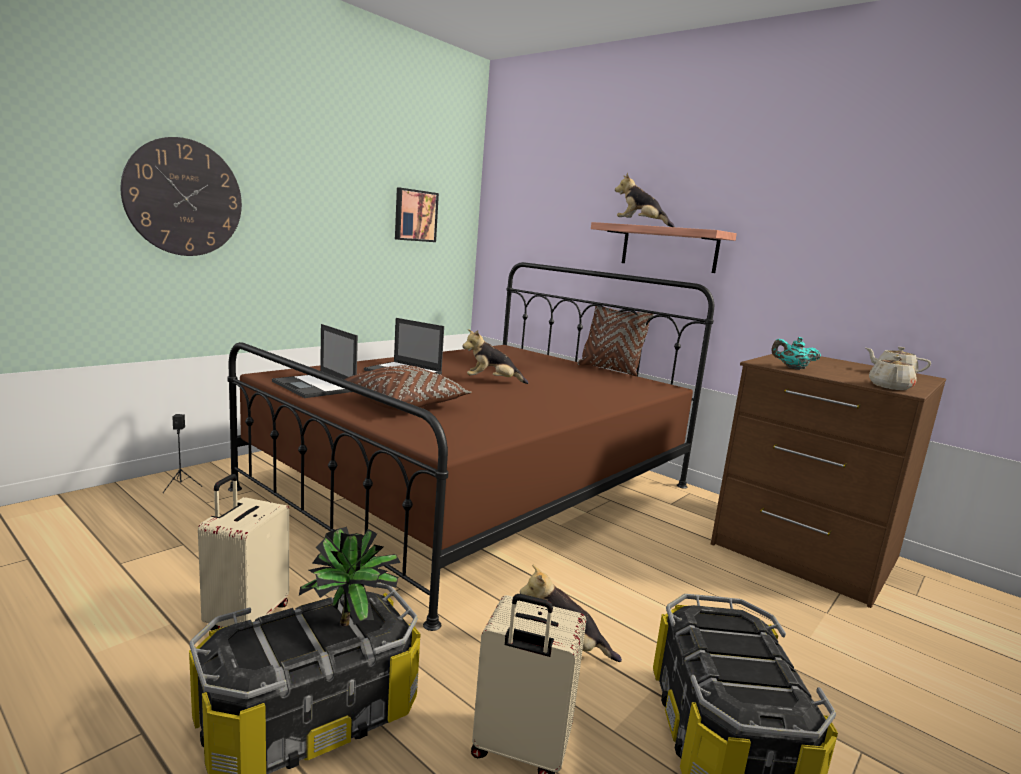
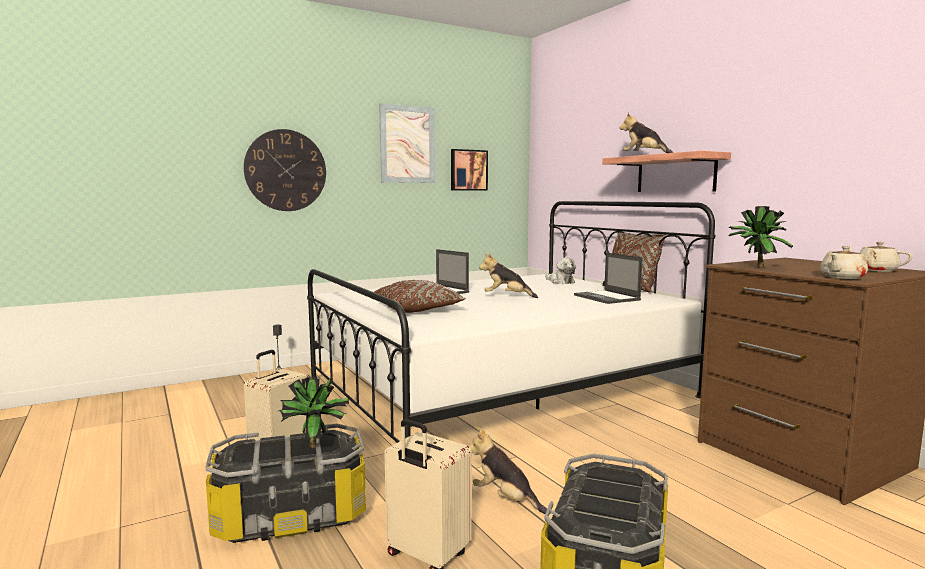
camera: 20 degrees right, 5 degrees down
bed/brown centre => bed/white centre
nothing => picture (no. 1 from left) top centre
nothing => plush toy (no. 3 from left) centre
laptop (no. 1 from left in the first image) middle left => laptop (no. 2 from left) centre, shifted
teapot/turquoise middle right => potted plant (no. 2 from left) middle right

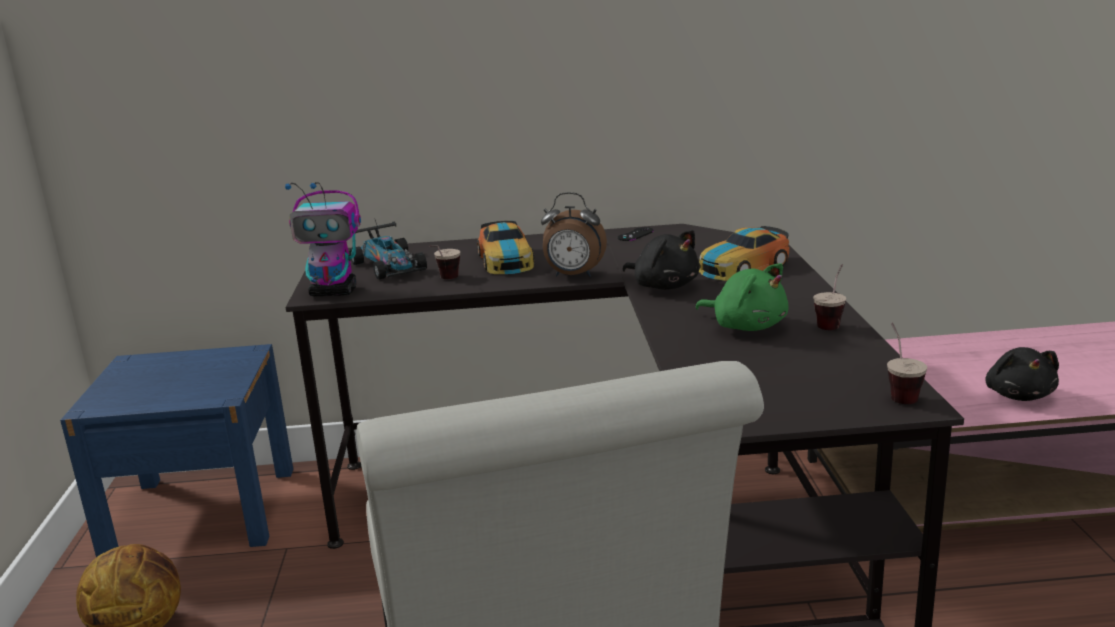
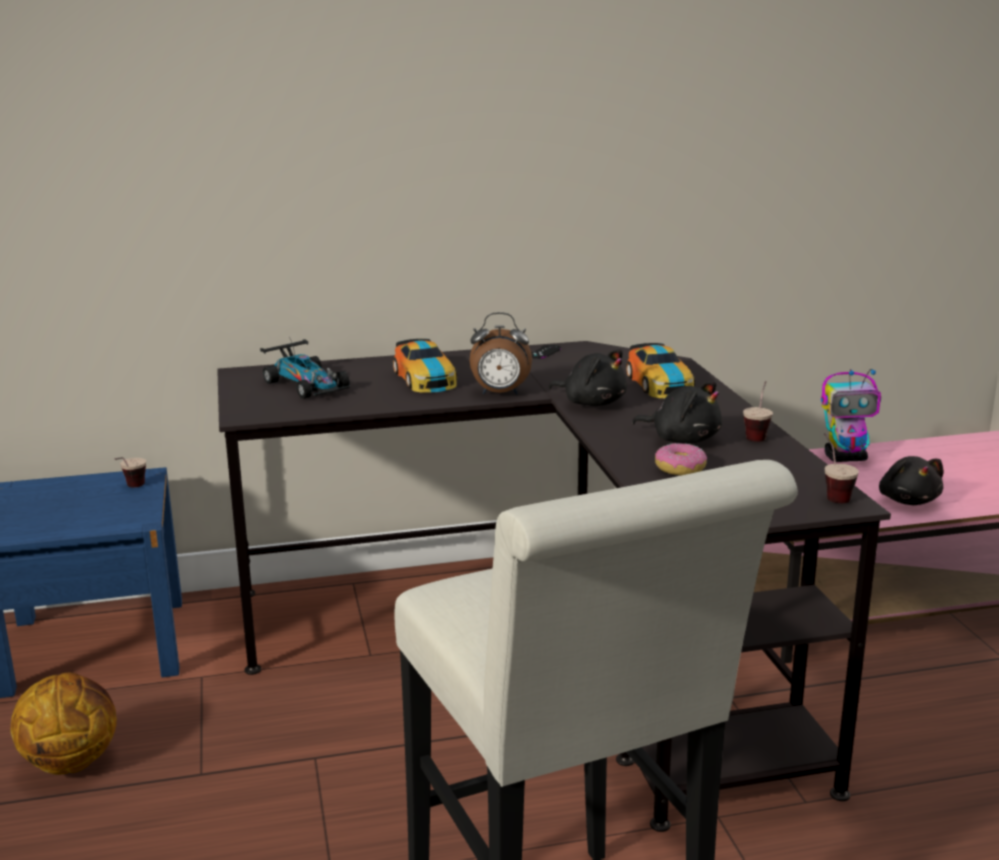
camera: 10 degrees left, 0 degrees up
cup (no. 1 from left) centre => cup (no. 1 from left) middle left, shifted
toy car (no. 3 from left) middle right => toy car (no. 3 from left) centre, 60 degrees counterclockwise
plush toy/green centre => plush toy/black (no. 2 from left) middle right
nothing => donut middle right
toy robot middle left => toy robot middle right, shifted

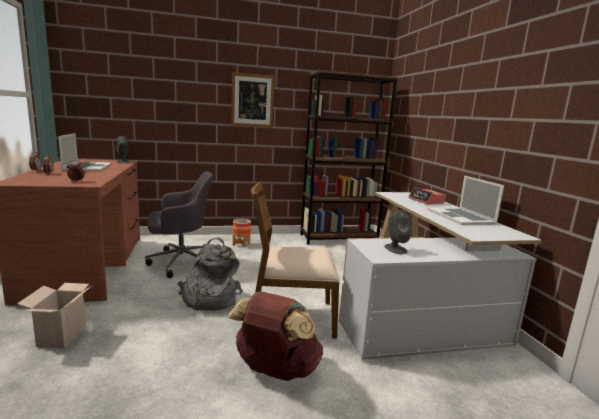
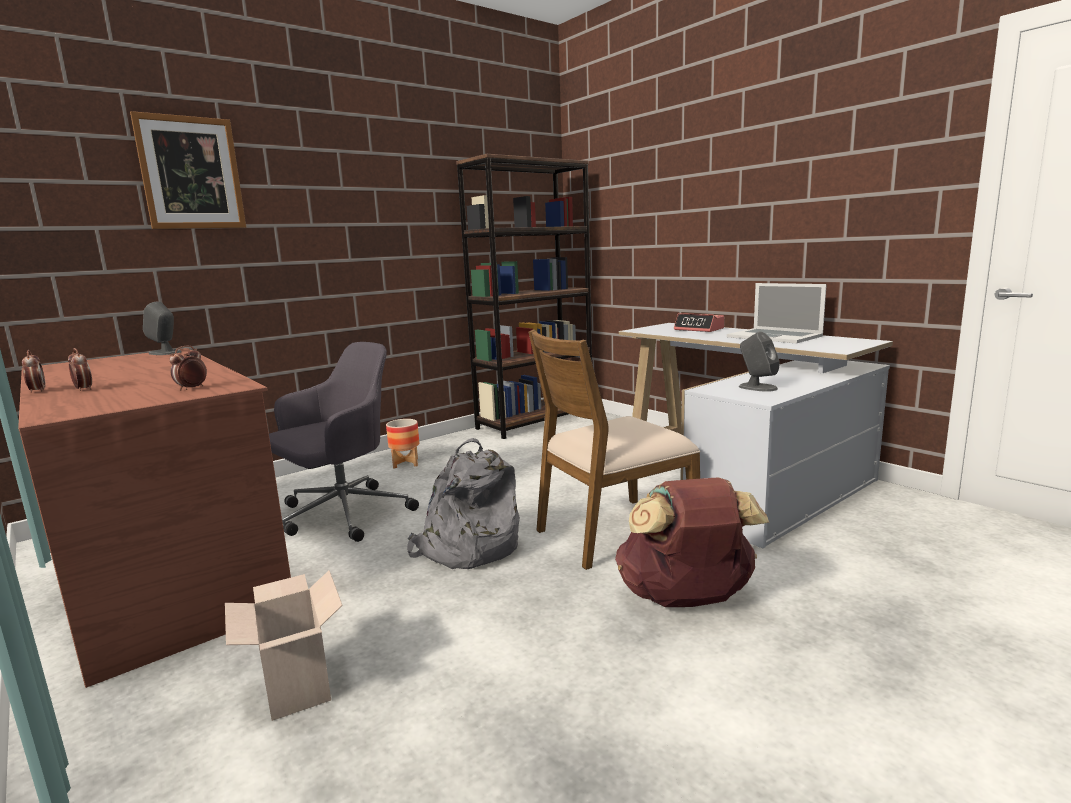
camera: 25 degrees left, 0 degrees up
picture top centre => picture top left, shifted
laptop (no. 1 from left) middle left => nothing

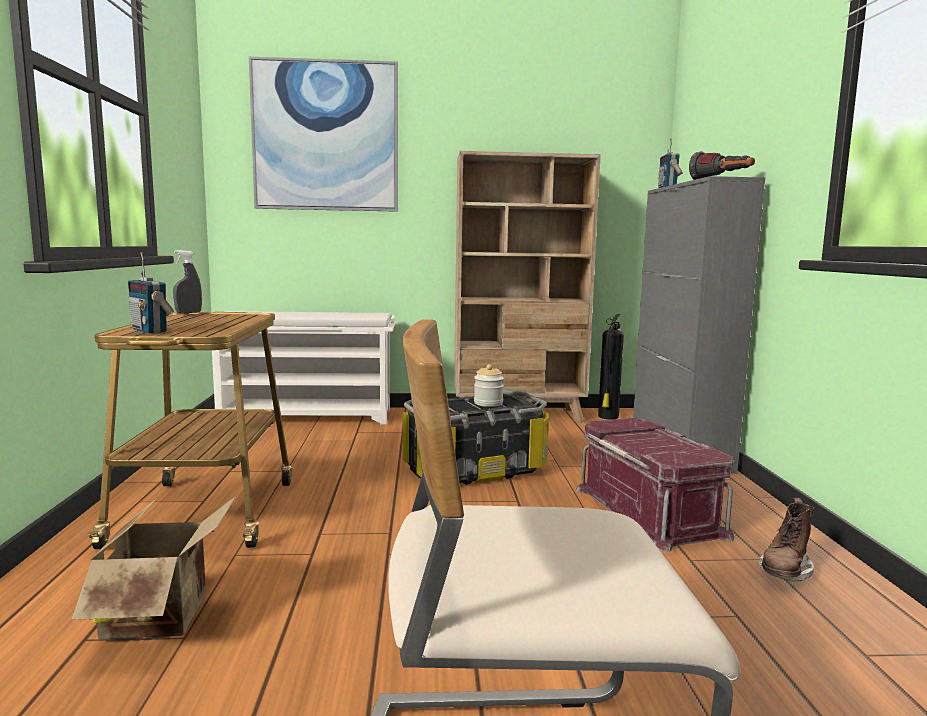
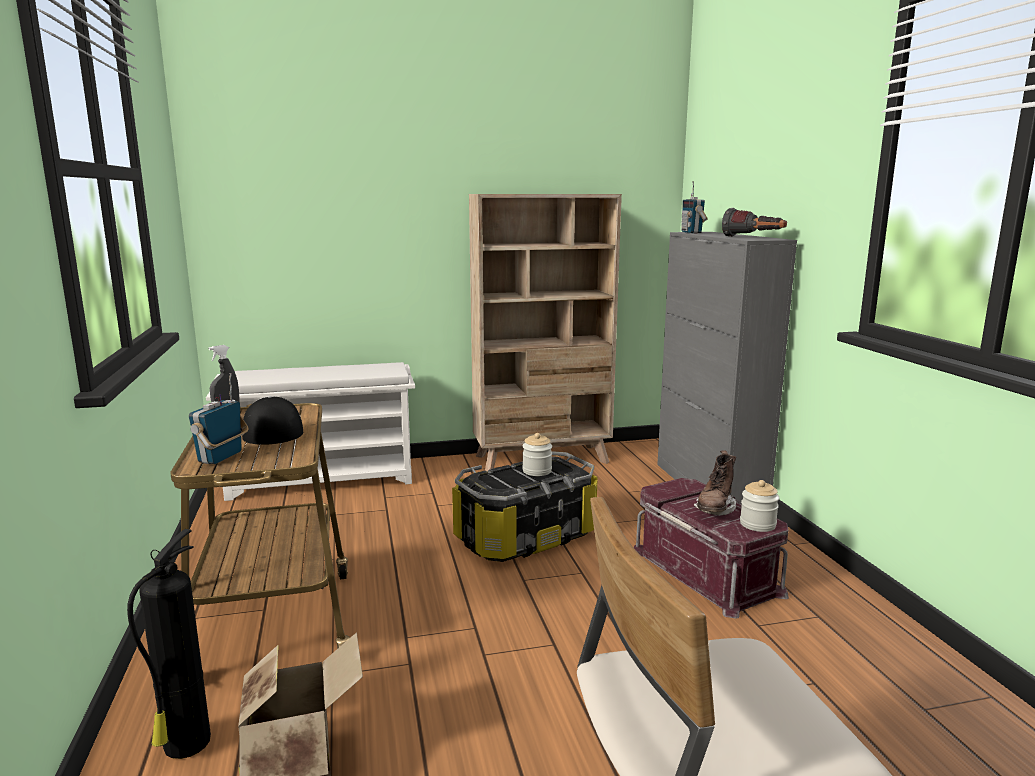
camera: 10 degrees left, 5 degrees up
fire extinguisher centre => fire extinguisher bottom left, shifted
radio (no. 1 from left) middle left, 75 degrees clockwise
nothing => cap middle left
boot/brown bottom right => boot/brown middle right, shifted
nothing => jar (no. 2 from left) middle right
picture top centre => nothing

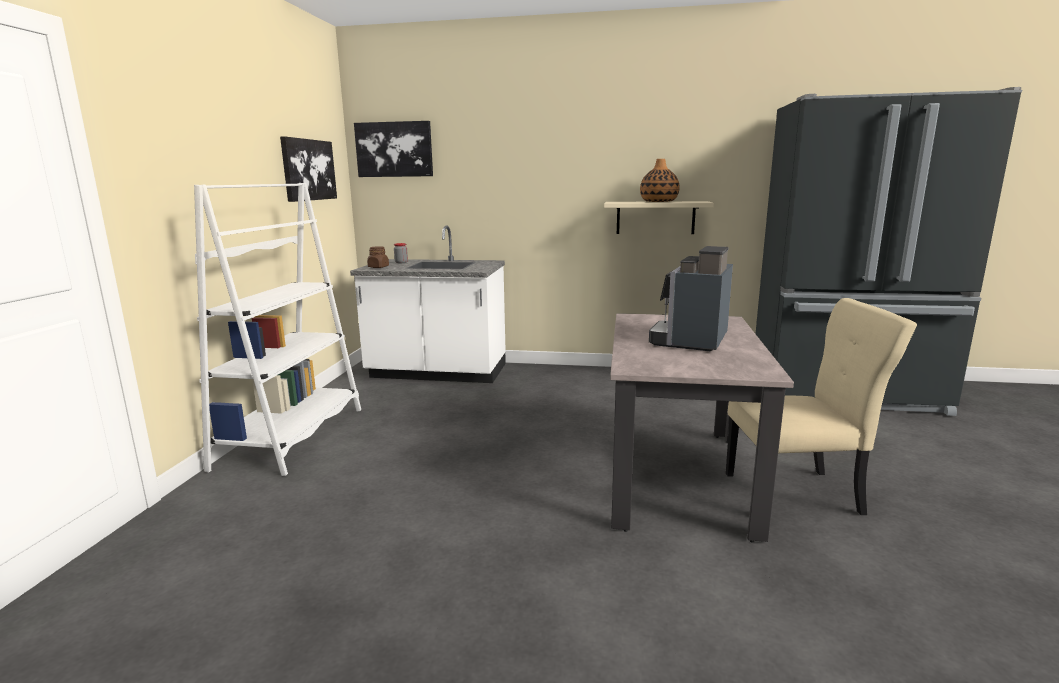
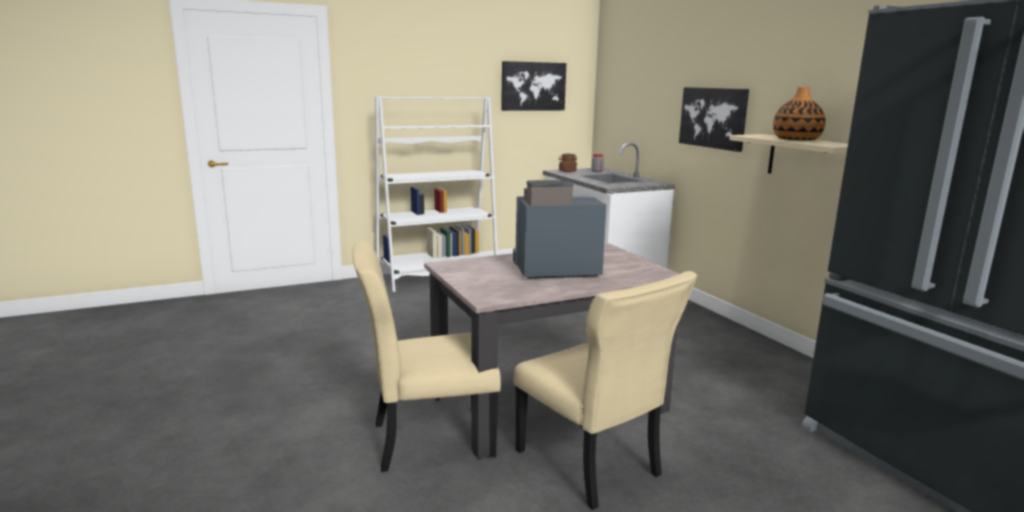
camera: 55 degrees right, 0 degrees up
nothing => chair/beige (no. 1 from left) bottom centre
picture (no. 2 from left) top centre => picture (no. 2 from left) top right, shifted

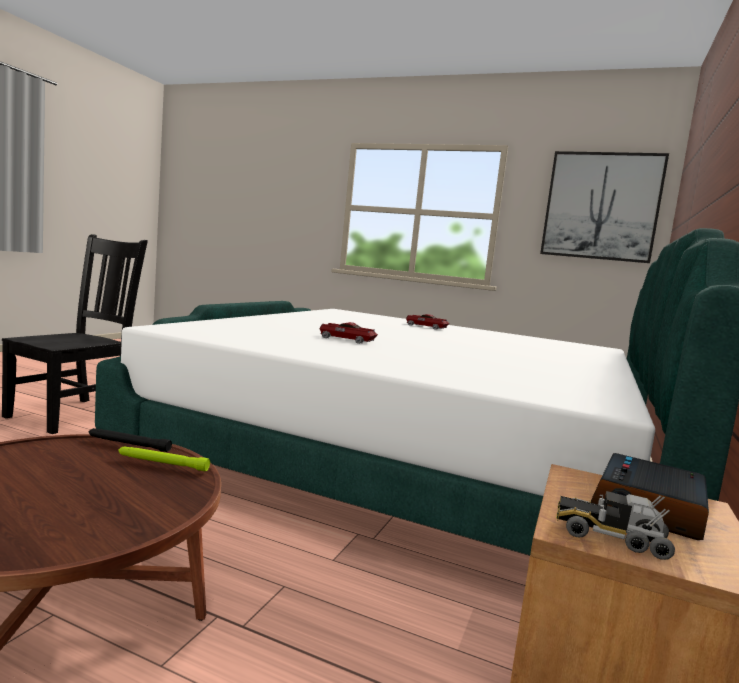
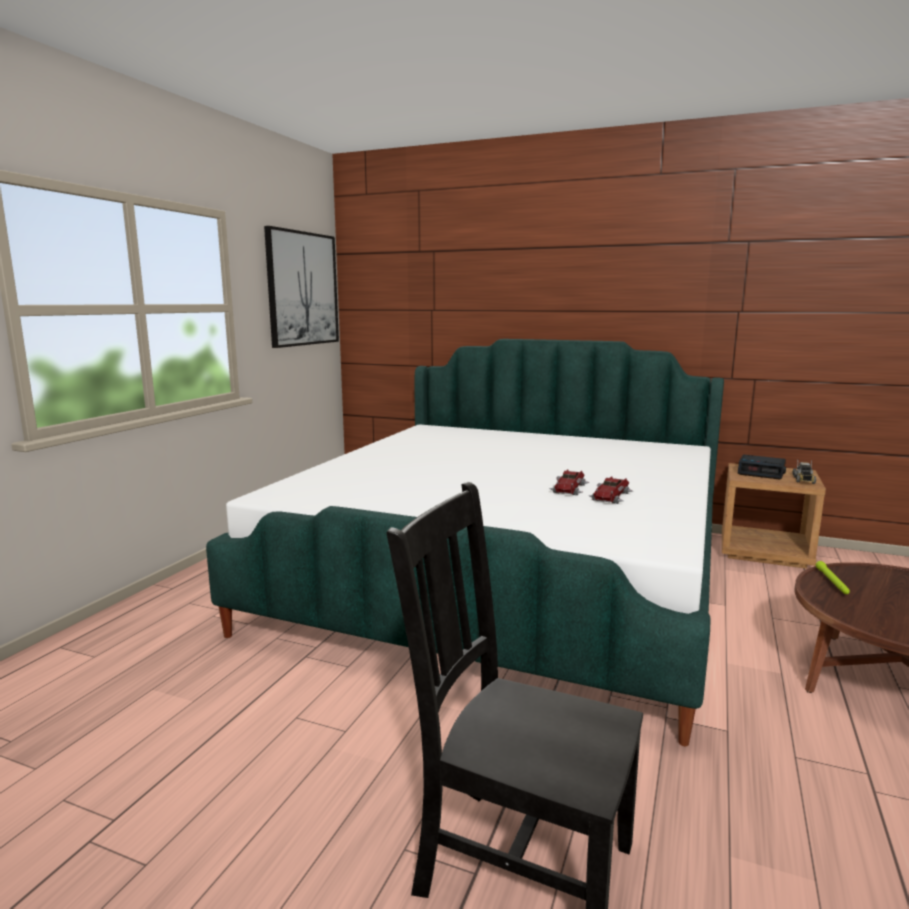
camera: 90 degrees left, 5 degrees up
toy car (no. 2 from left) centre => toy car (no. 2 from left) middle right, shifted
flashlight/black middle left => nothing

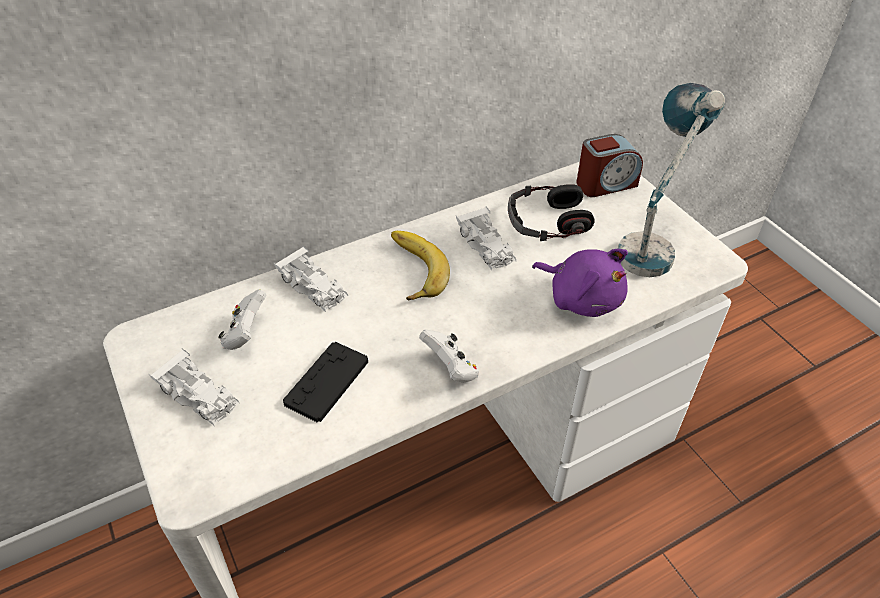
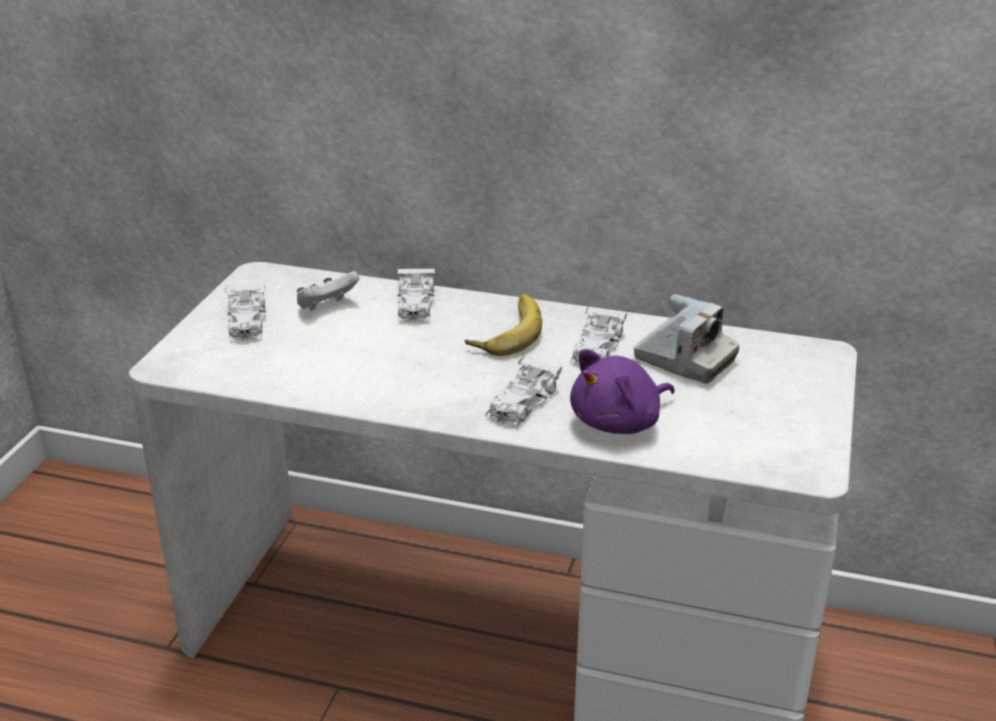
camera: 45 degrees right, 15 degrees down
nothing => toy car/white (no. 3 from left) centre
plush toy/purple centre, 60 degrees clockwise
headphones centre => photo camera middle right
game controller/black centre => nothing
game controller/white (no. 2 from left) centre => nothing
alarm clock top right => nothing
table lamp top right => nothing

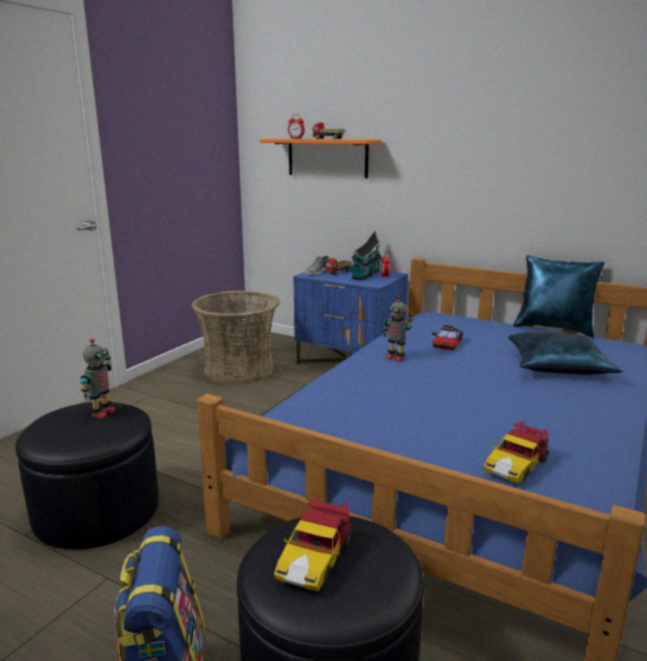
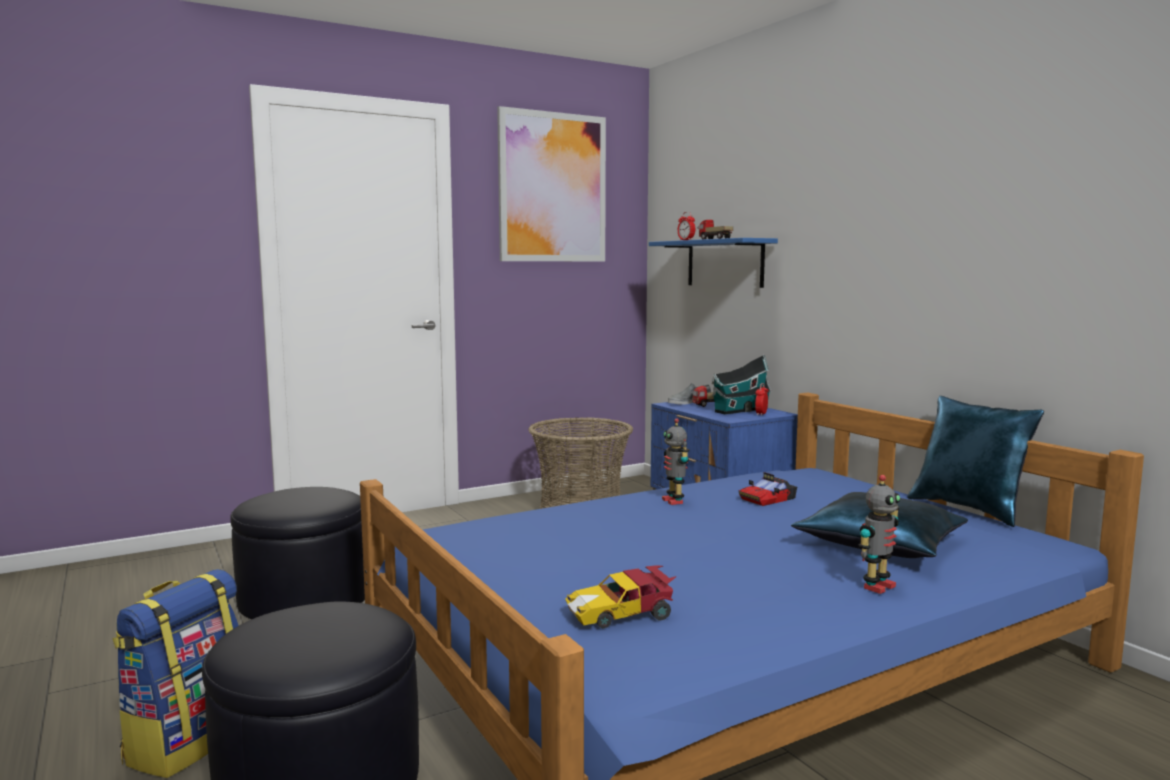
camera: 30 degrees right, 10 degrees down
nothing => picture top centre
shelf/orange top centre => shelf/blue centre
toy robot (no. 1 from left in the first image) middle left => toy robot (no. 2 from left) bottom right, shifted
toy car (no. 1 from left) bottom centre => nothing

